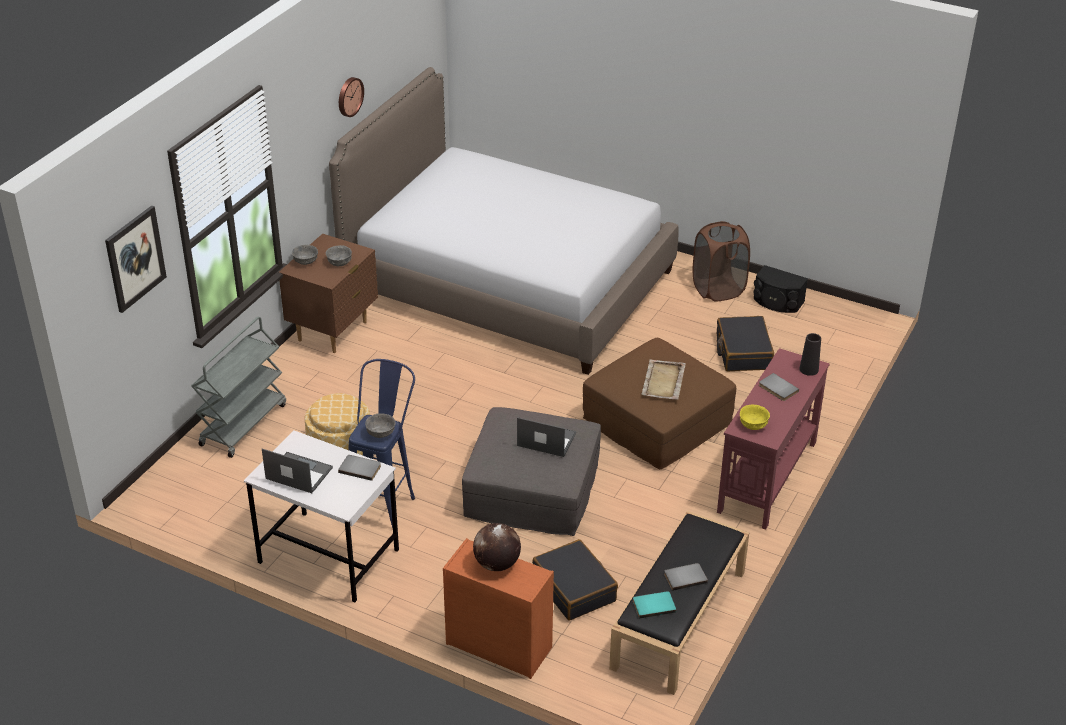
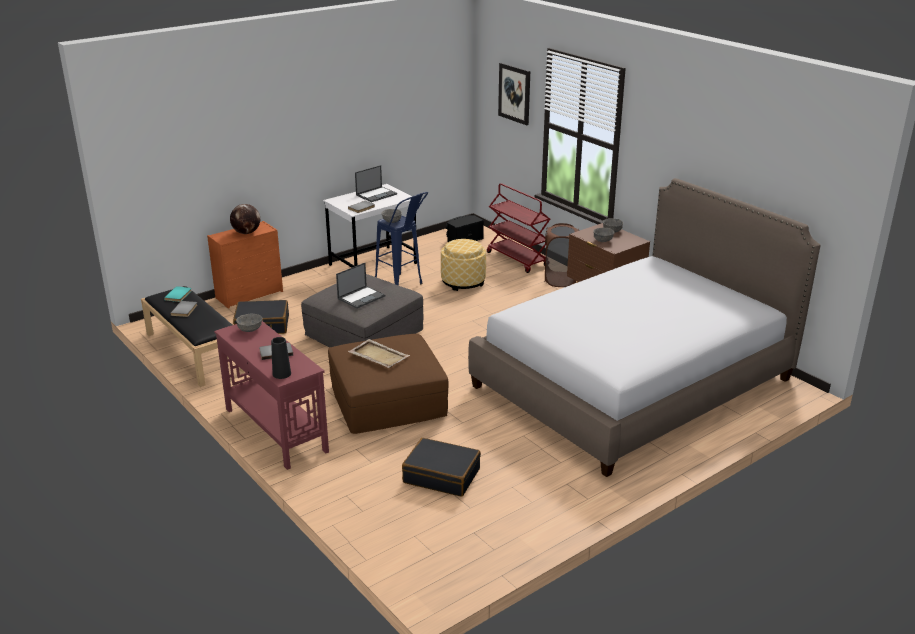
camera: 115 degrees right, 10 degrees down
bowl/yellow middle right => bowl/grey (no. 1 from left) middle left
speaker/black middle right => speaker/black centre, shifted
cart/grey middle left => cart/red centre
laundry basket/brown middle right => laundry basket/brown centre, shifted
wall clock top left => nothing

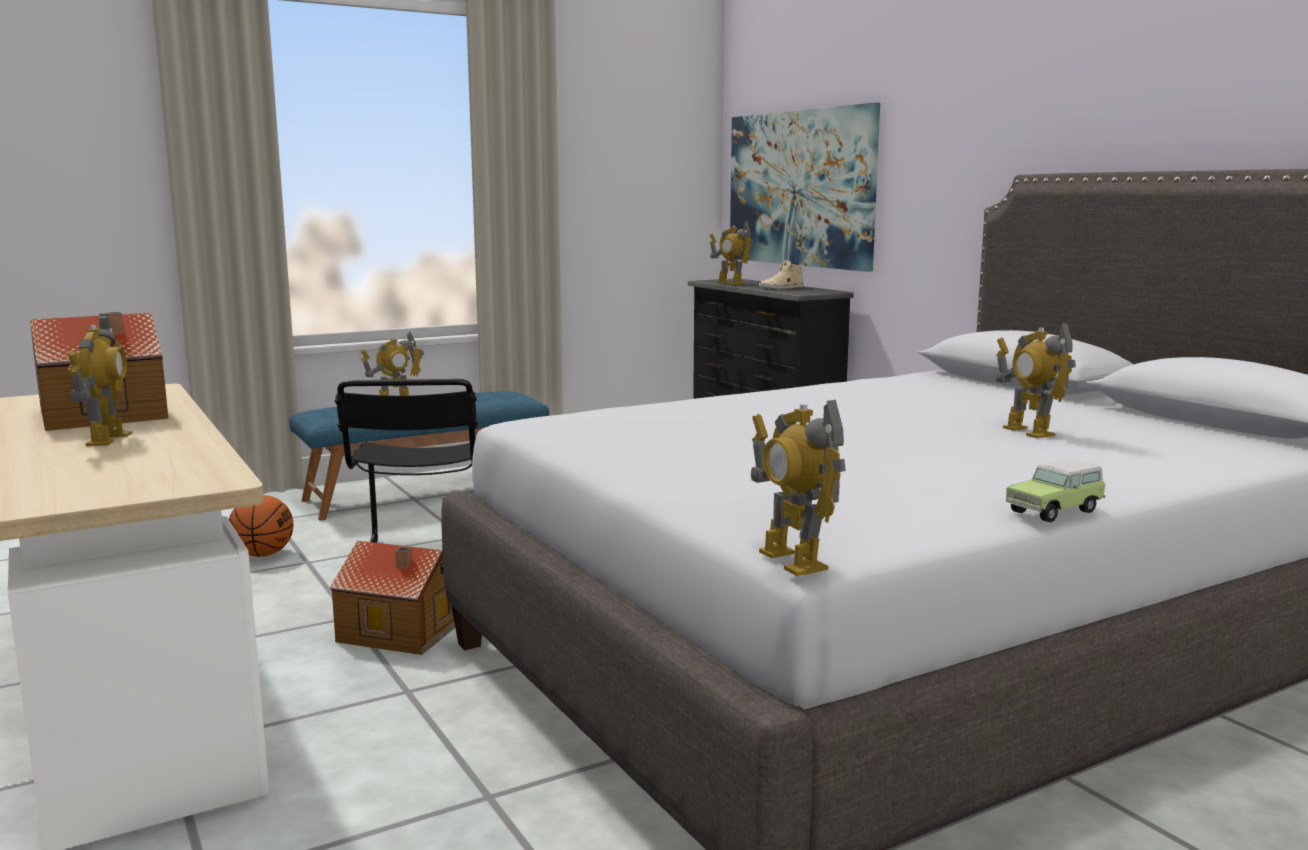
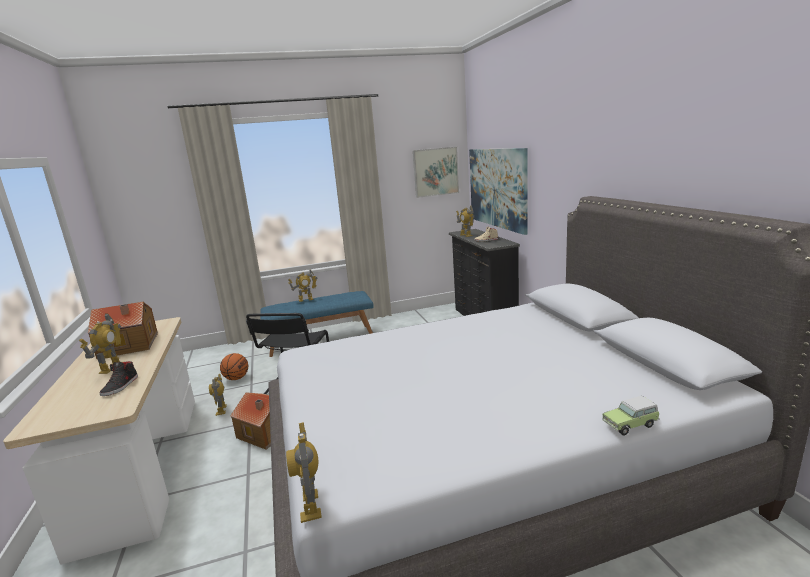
camera: 15 degrees right, 5 degrees up
nothing => shoe/black middle left
toy robot (no. 5 from left in the first image) middle right => toy robot (no. 2 from left) bottom left, shifted
nothing => picture (no. 1 from left) top centre
toy car middle right => toy car bottom right, shifted

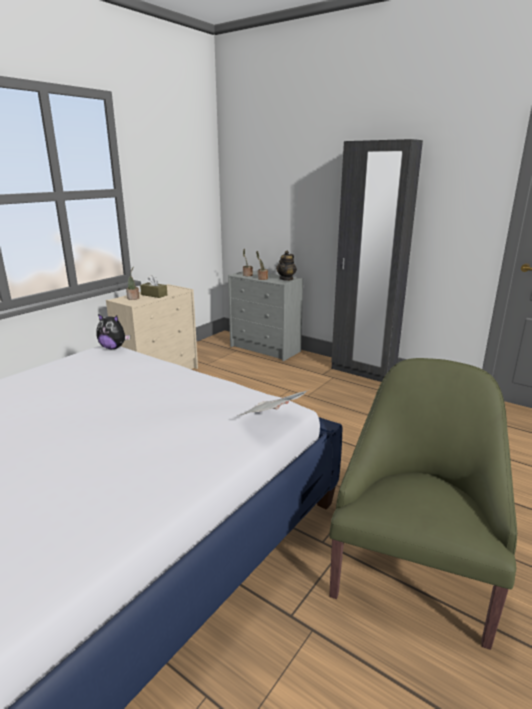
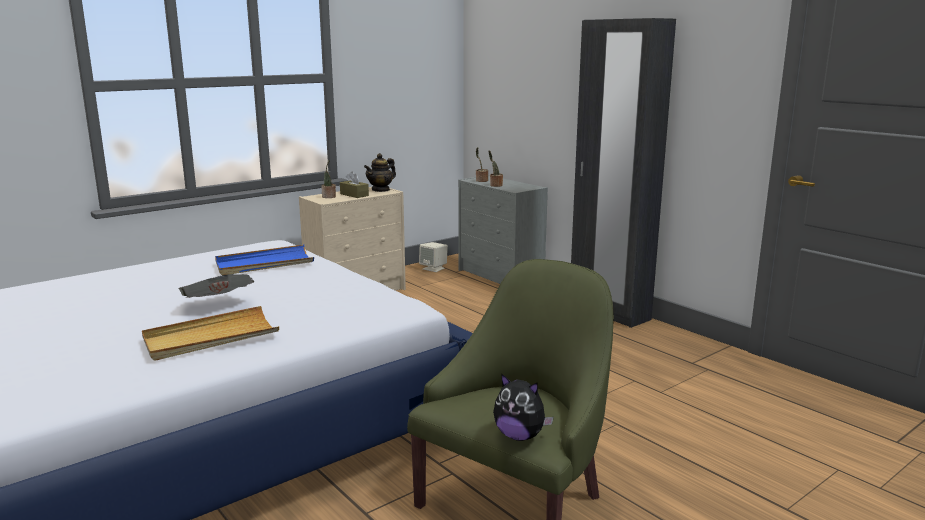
camera: 15 degrees right, 5 degrees down
nothing => tray/beige middle left
newspaper centre => newspaper middle left, shifted
nothing => tray/blue middle left
teapot centre => teapot top centre, shifted
nothing => speaker/beige centre
plush toy middle left => plush toy bottom centre, shifted

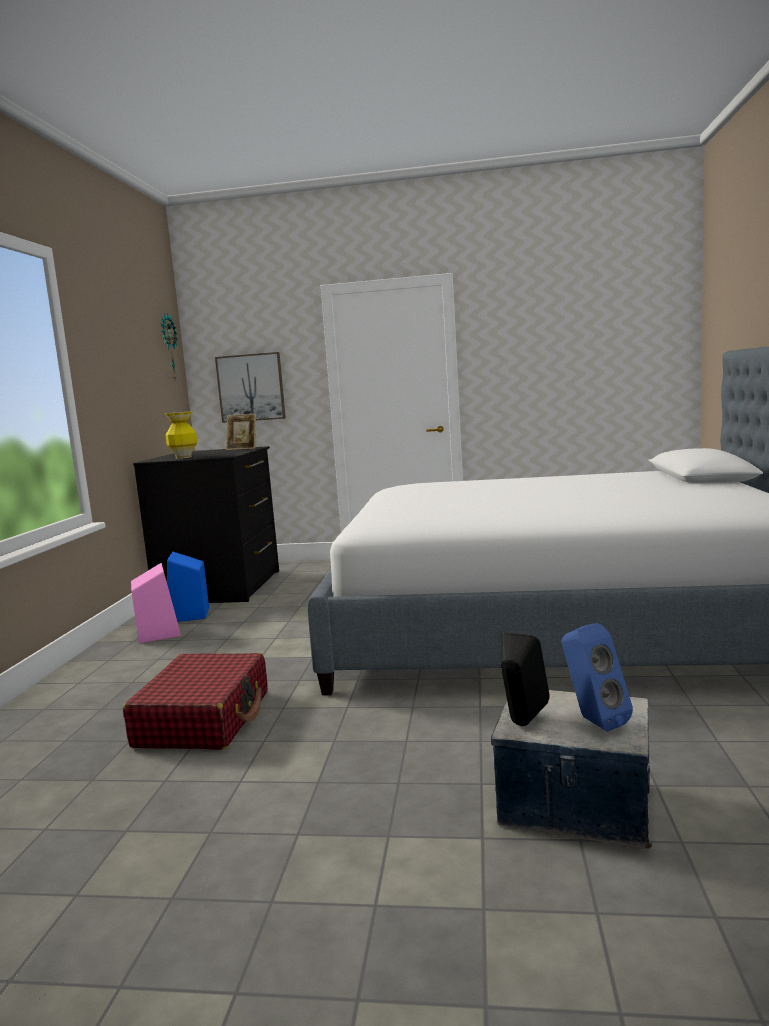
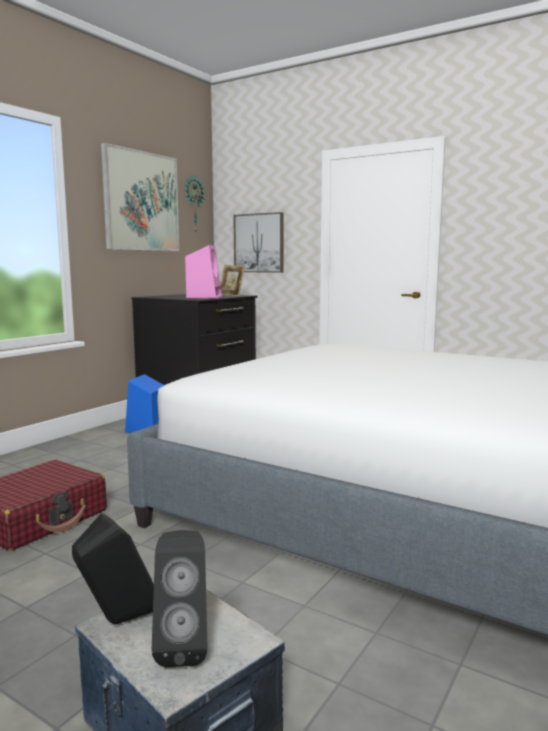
camera: 25 degrees right, 0 degrees up
nothing => picture (no. 1 from left) top left
speaker/blue (no. 2 from left) middle right => speaker/black (no. 2 from left) bottom left
speaker/pink middle left => speaker/pink centre, shifted
vase middle left => nothing

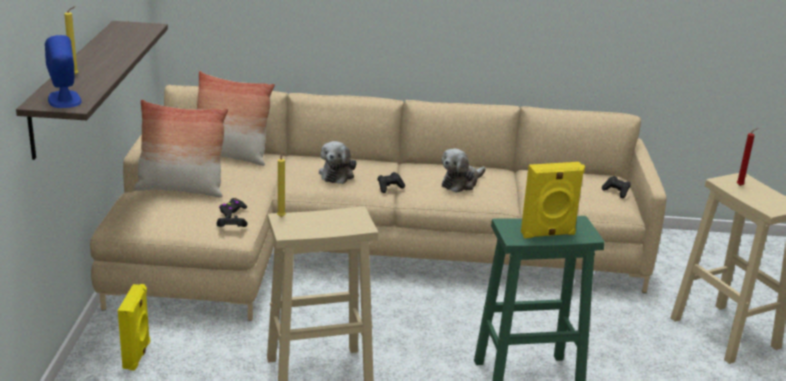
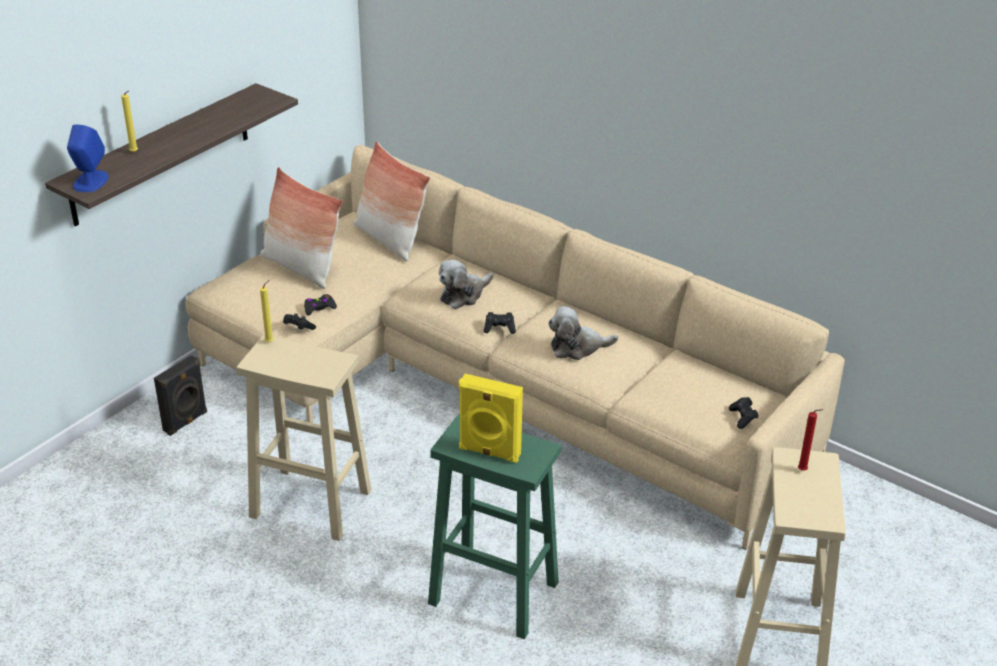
camera: 35 degrees right, 10 degrees up
speaker/yellow (no. 1 from left) bottom left => speaker/black middle left

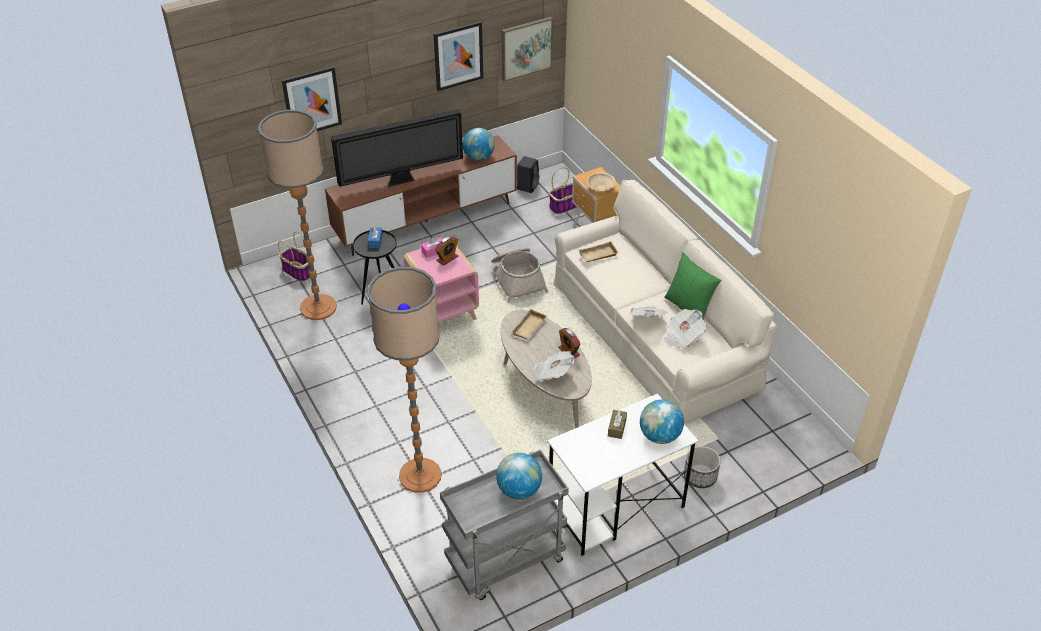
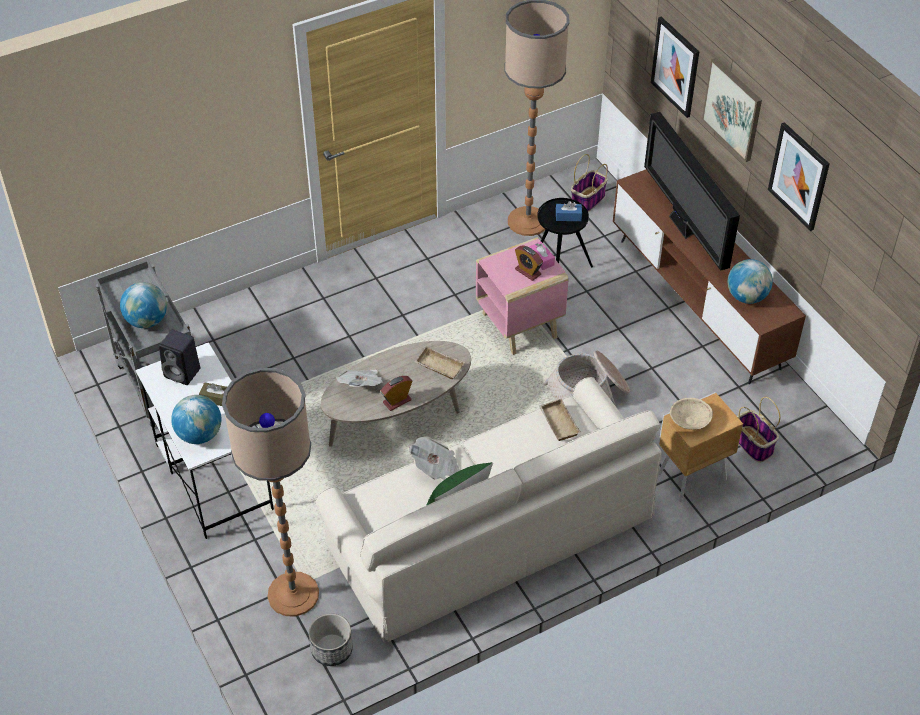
camera: 90 degrees right, 5 degrees up
speaker/black top centre => speaker/black middle left, shifted
floor lamp (no. 2 from left in the first image) centre => floor lamp (no. 1 from left) bottom left, shifted
planter bottom right => planter bottom centre, shifted
picture (no. 3 from left in the first image) top centre => picture (no. 2 from left) top right, shifted
newspaper (no. 3 from left) centre => nothing

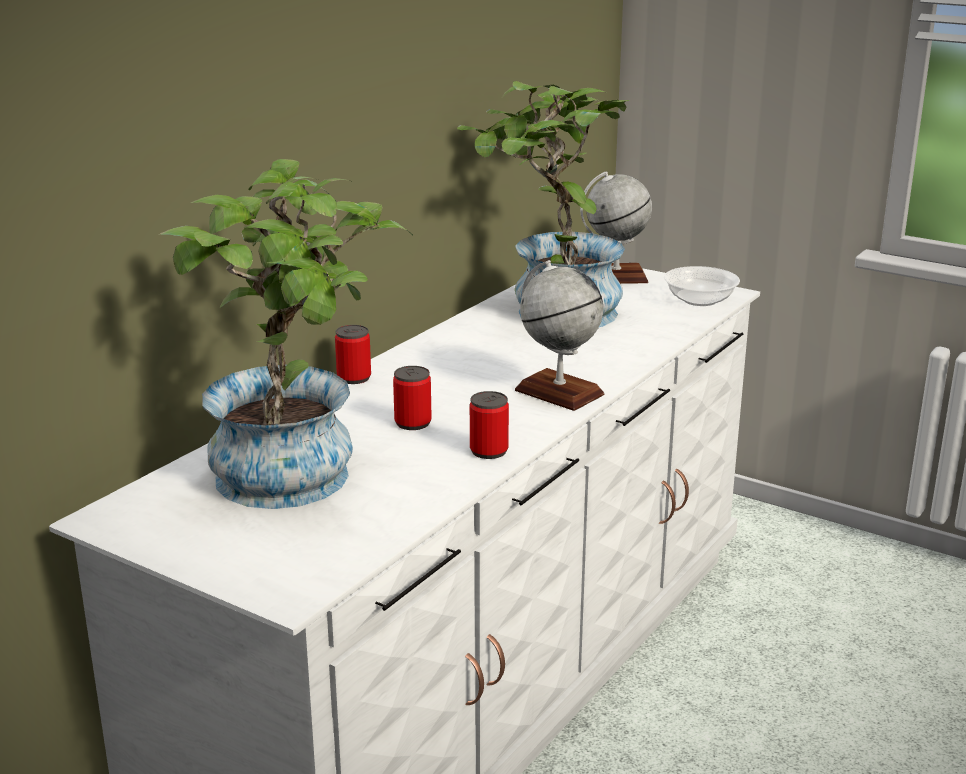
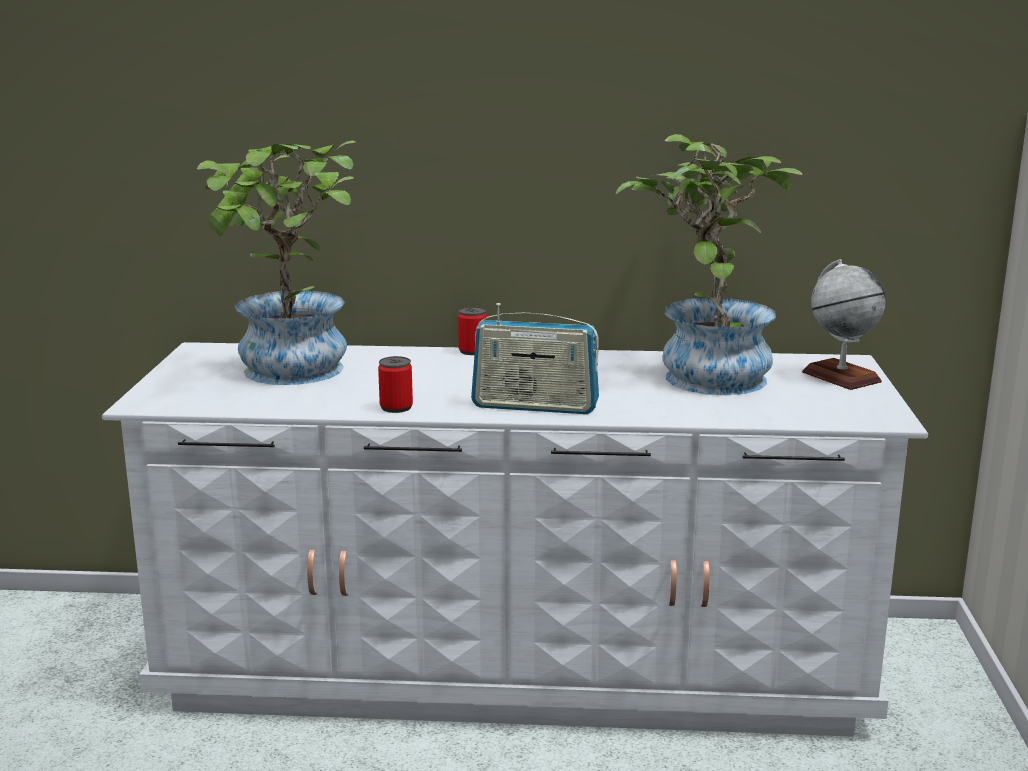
camera: 60 degrees right, 5 degrees down
globe (no. 1 from left) centre => radio centre
can (no. 2 from left) centre => nothing
bowl middle right => nothing

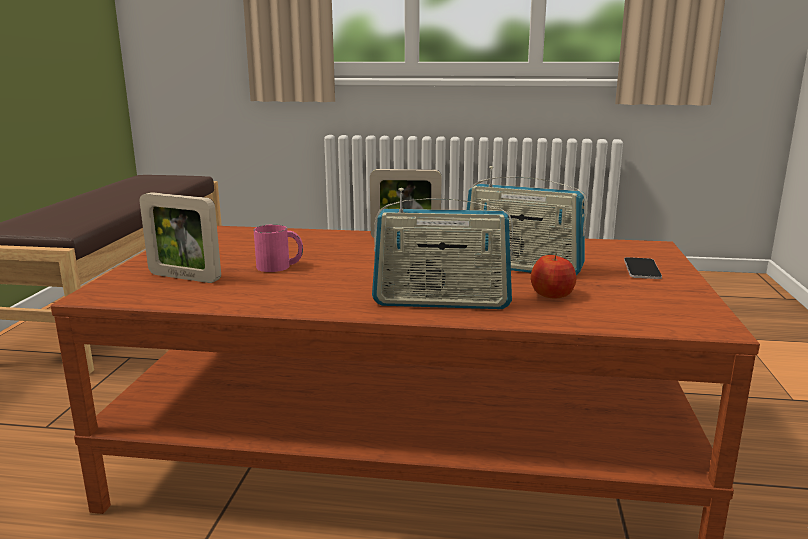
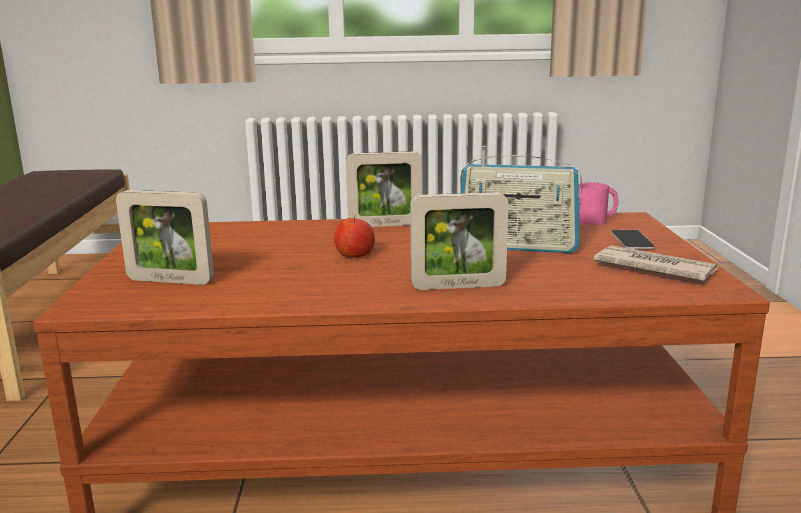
camera: 10 degrees left, 0 degrees up
apple middle right => apple centre, shifted
radio (no. 1 from left) centre => picture frame (no. 3 from left) centre
mug/pink centre => mug/pink middle right, shifted
nothing => newspaper middle right

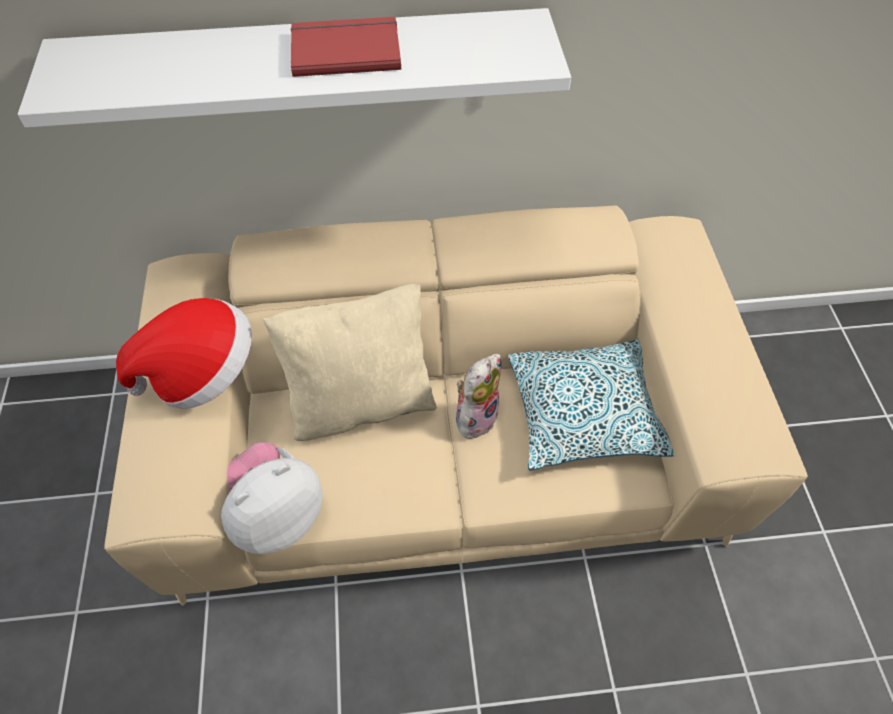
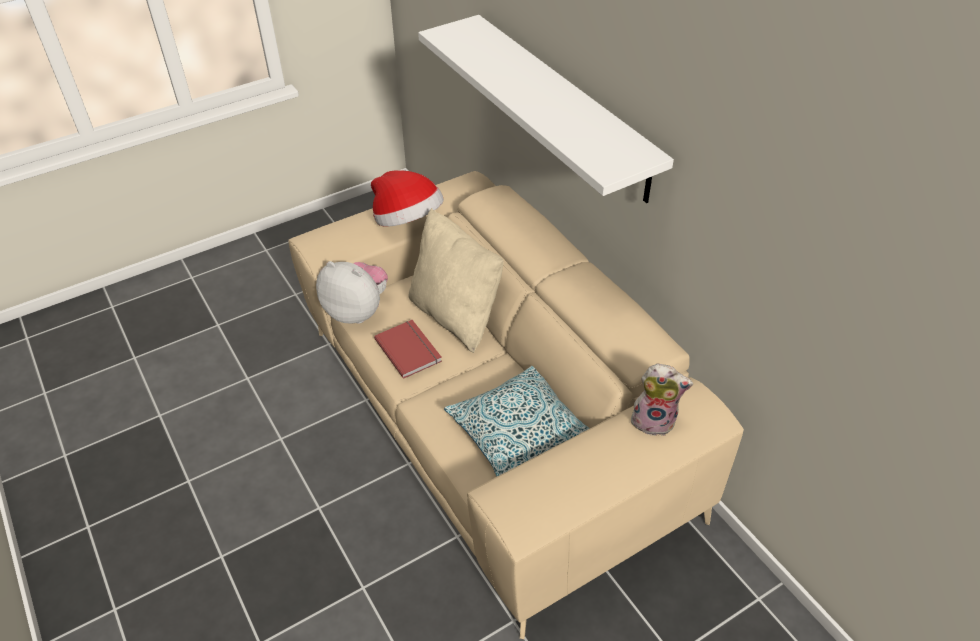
camera: 65 degrees right, 10 degrees down
book/red top centre => book/red centre, shifted
plush toy (no. 2 from left) centre => plush toy (no. 2 from left) middle right, shifted

